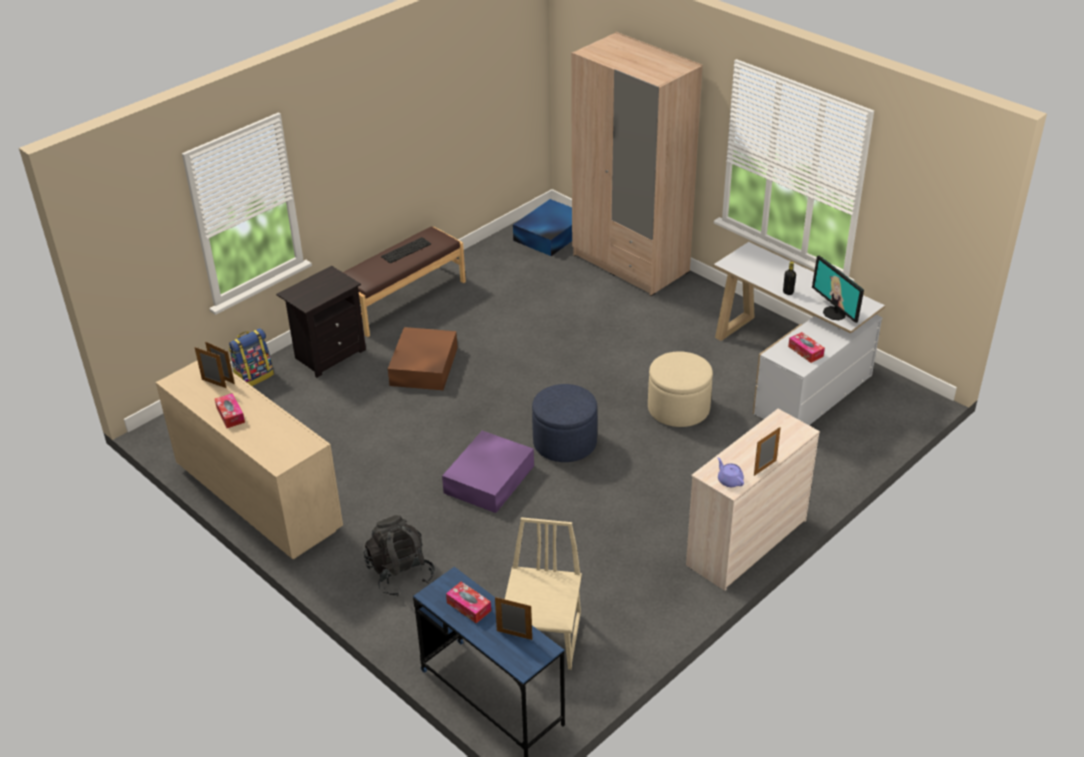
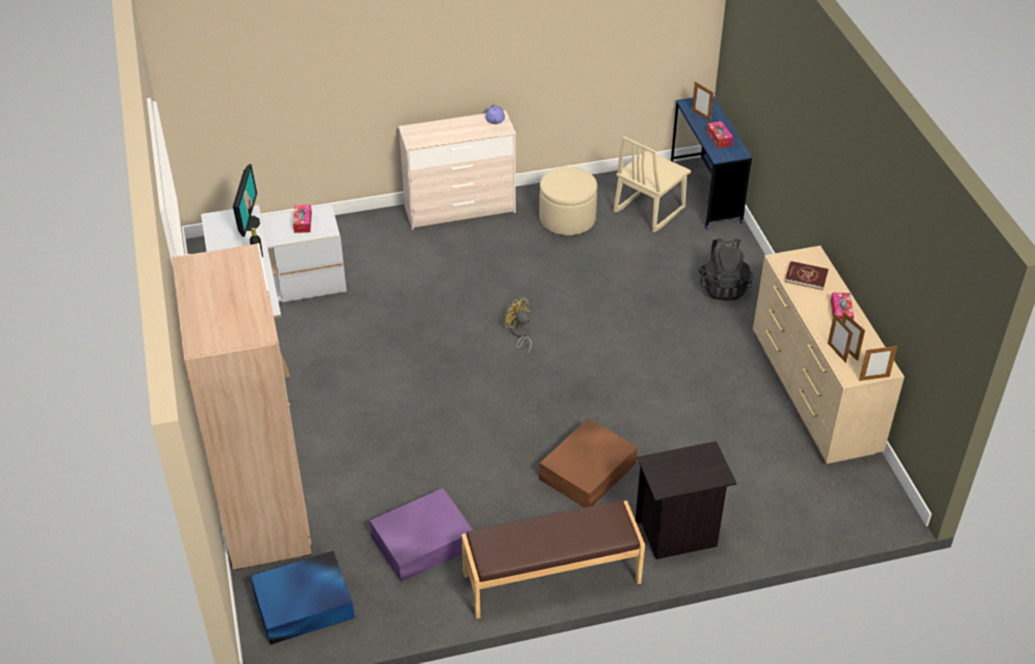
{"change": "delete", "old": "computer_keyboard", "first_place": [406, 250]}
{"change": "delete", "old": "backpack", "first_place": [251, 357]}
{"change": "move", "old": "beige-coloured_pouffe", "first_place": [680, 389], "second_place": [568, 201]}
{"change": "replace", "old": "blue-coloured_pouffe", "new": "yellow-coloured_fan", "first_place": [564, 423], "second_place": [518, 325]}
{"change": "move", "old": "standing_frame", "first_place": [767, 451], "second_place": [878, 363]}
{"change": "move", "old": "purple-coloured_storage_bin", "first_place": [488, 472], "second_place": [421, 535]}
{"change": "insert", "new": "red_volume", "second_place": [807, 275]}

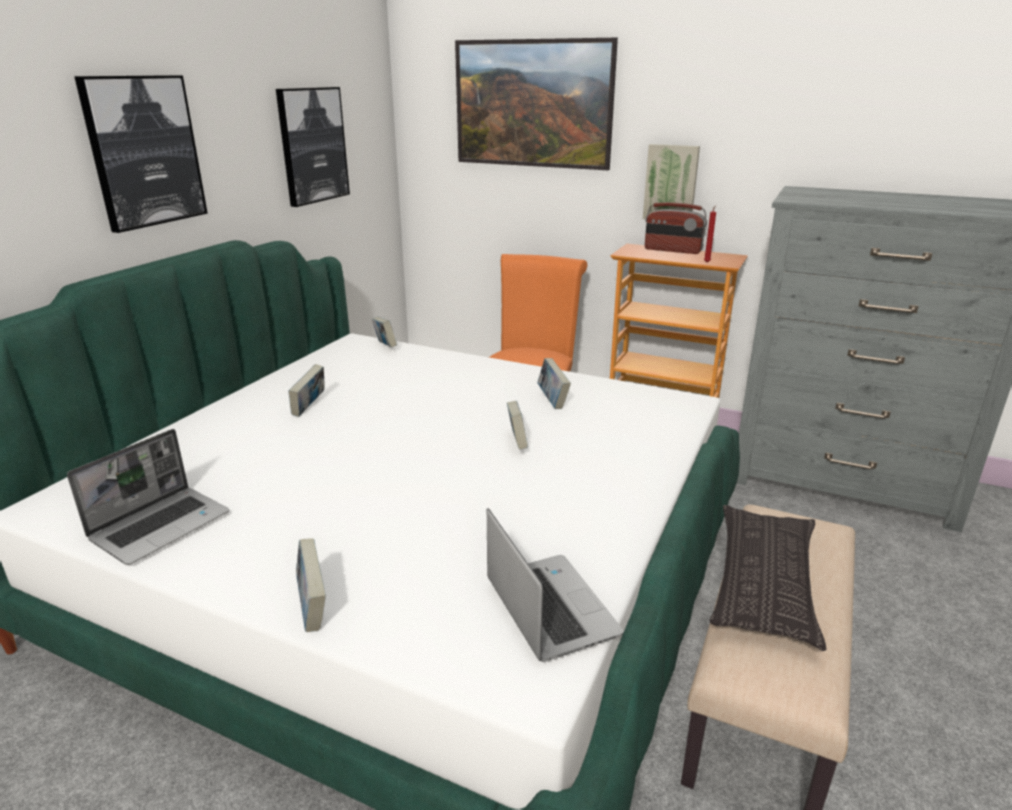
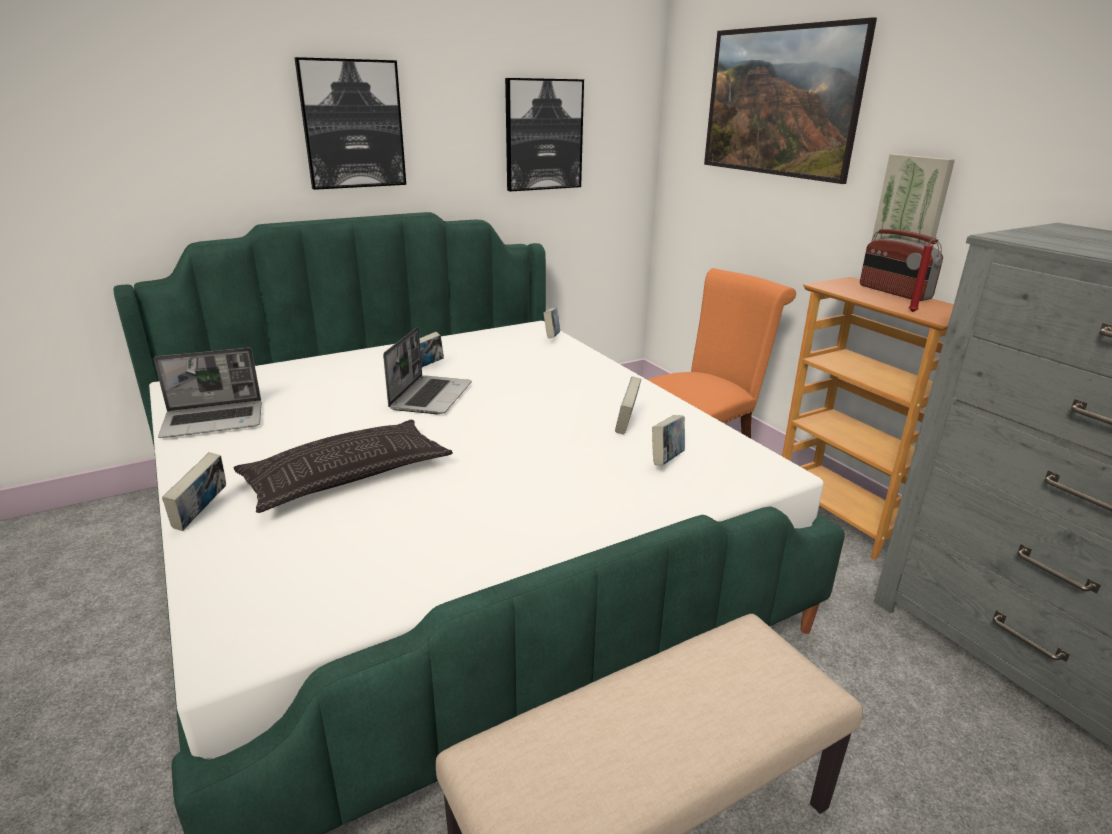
{"change": "move", "old": "volume", "first_place": [517, 425], "second_place": [668, 440]}
{"change": "move", "old": "pillow", "first_place": [768, 578], "second_place": [343, 466]}
{"change": "move", "old": "portable_computer", "first_place": [555, 585], "second_place": [427, 370]}

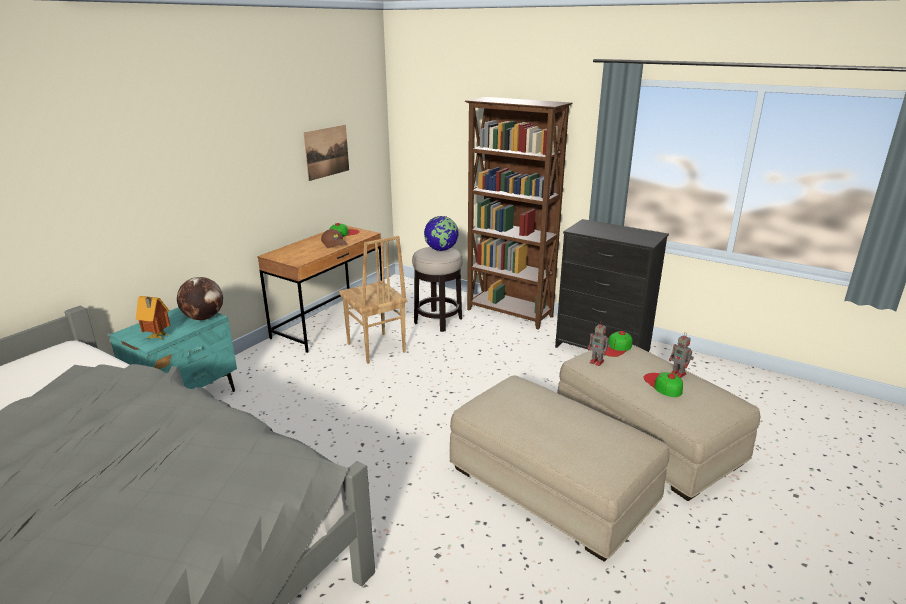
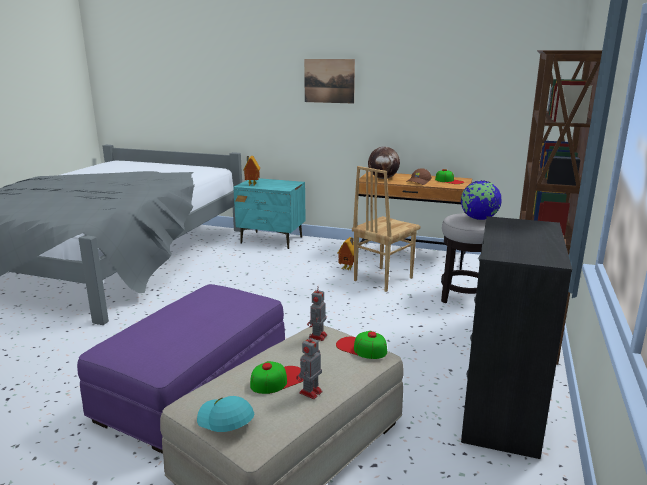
{"change": "move", "old": "wall_art", "first_place": [326, 153], "second_place": [329, 81]}
{"change": "move", "old": "desk_globe", "first_place": [200, 298], "second_place": [384, 163]}
{"change": "recolor", "old": "beige-coloured_pouffe", "new": "purple-coloured_pouffe", "first_place": [559, 468], "second_place": [181, 369]}
{"change": "insert", "new": "model_house", "second_place": [345, 253]}
{"change": "insert", "new": "turquoise_peaked_cap", "second_place": [225, 414]}

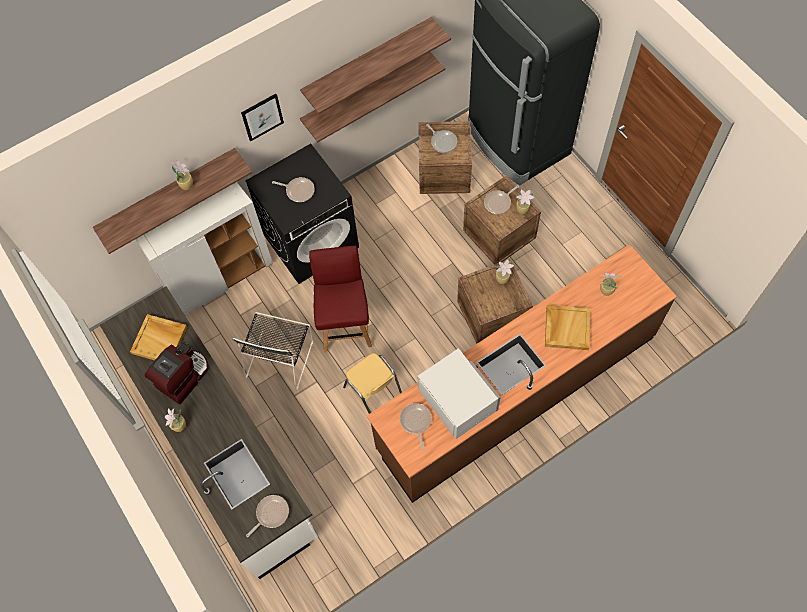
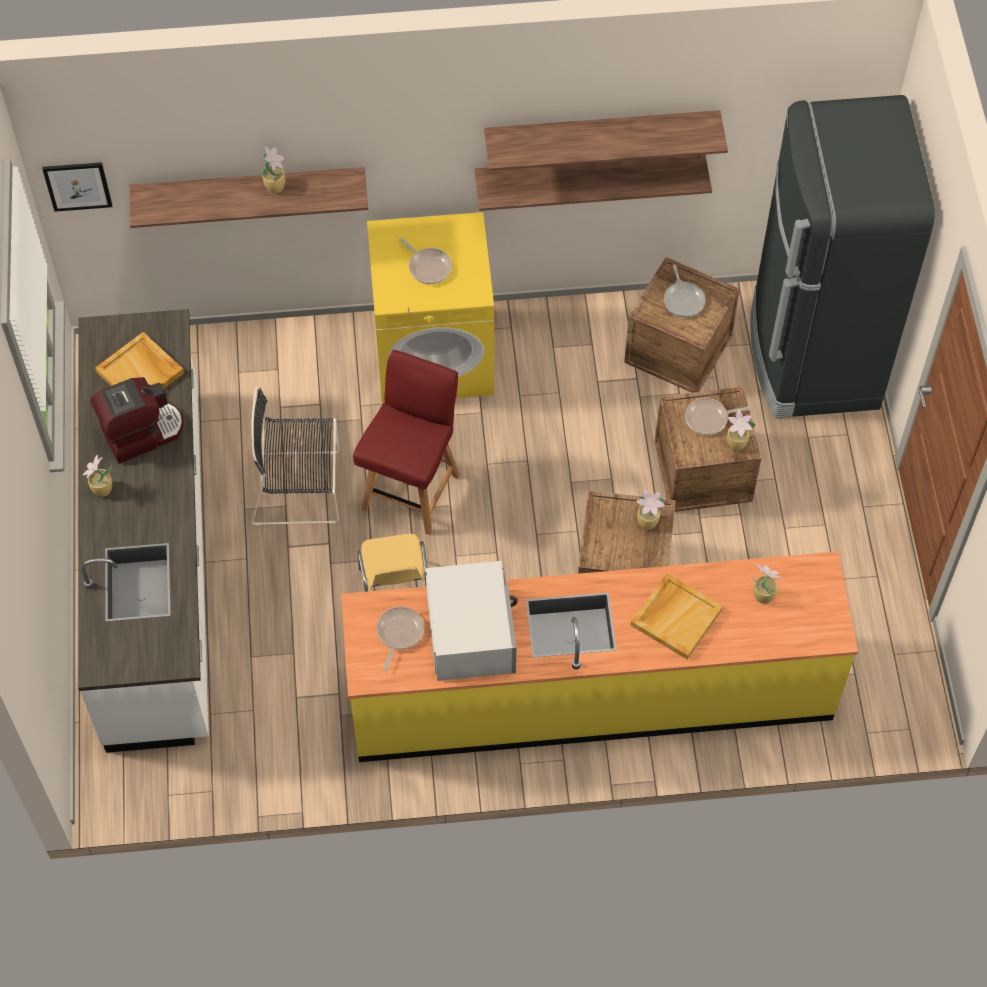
{"change": "move", "old": "wall_art", "first_place": [262, 117], "second_place": [77, 187]}
{"change": "recolor", "old": "black-coloured_laundry_machine", "new": "yellow-coloured_laundry_machine", "first_place": [302, 214], "second_place": [430, 308]}
{"change": "delete", "old": "white_cupboard", "first_place": [204, 248]}
{"change": "recolor", "old": "brown-coloured_kitchen_counter", "new": "yellow-coloured_kitchen_counter", "first_place": [522, 373], "second_place": [599, 657]}
{"change": "rotate", "old": "black-coloured_upright_chair", "first_place": [273, 351], "second_place": [295, 456], "degrees": 45}
{"change": "delete", "old": "skillet", "first_place": [267, 516]}

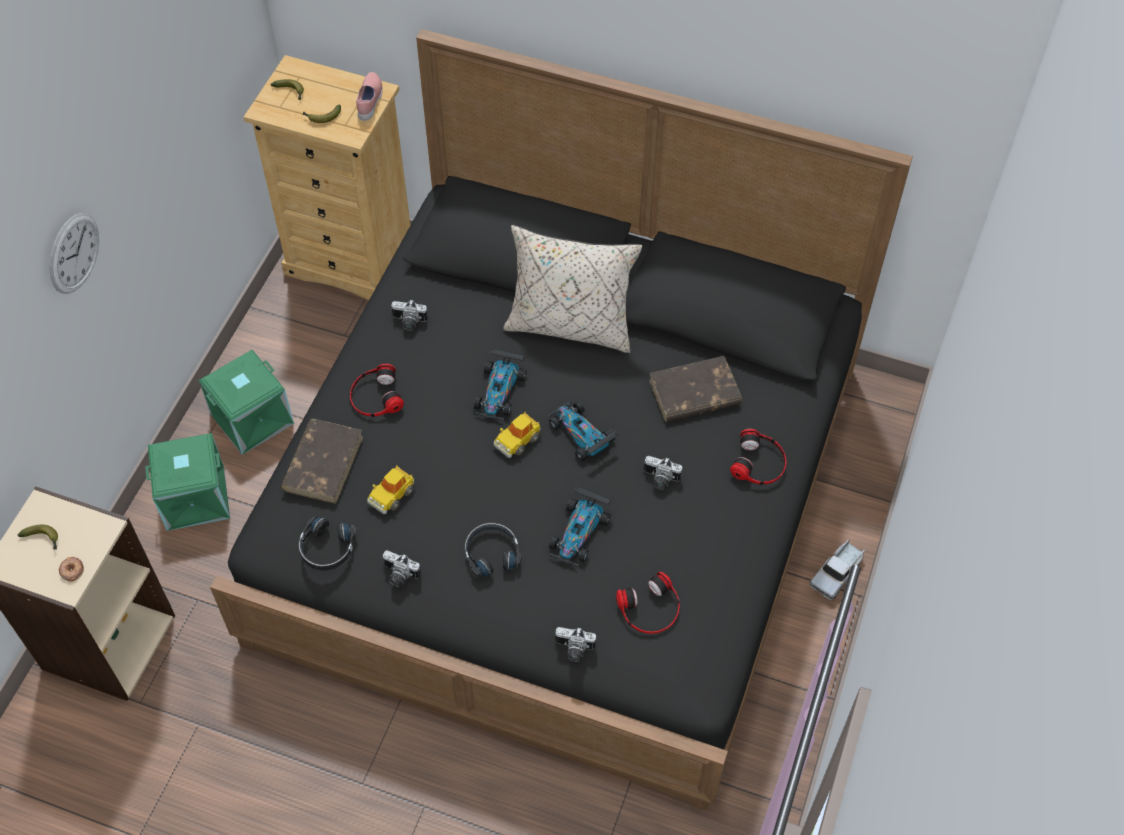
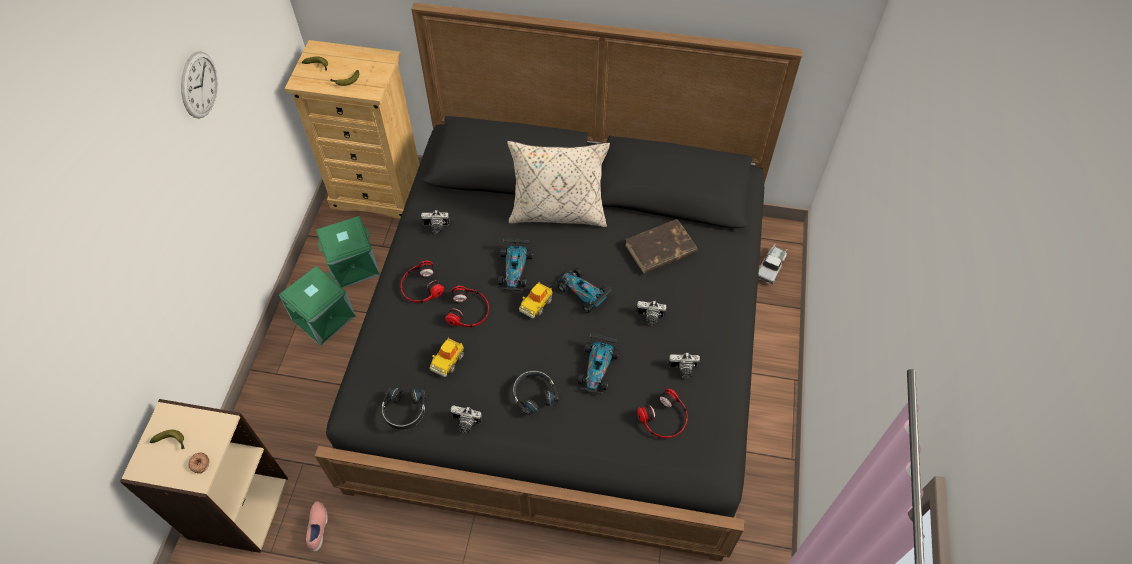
{"change": "move", "old": "pink_low_shoe", "first_place": [369, 96], "second_place": [317, 526]}
{"change": "move", "old": "hanging_clock", "first_place": [74, 253], "second_place": [199, 85]}
{"change": "delete", "old": "brown-coloured_volume", "first_place": [322, 461]}
{"change": "move", "old": "headset", "first_place": [758, 457], "second_place": [467, 306]}
{"change": "move", "old": "green_storage_bin", "first_place": [187, 482], "second_place": [348, 252]}
{"change": "move", "old": "toy_lorry", "first_place": [837, 569], "second_place": [772, 264]}
{"change": "move", "old": "photo_camera", "first_place": [575, 644], "second_place": [684, 365]}

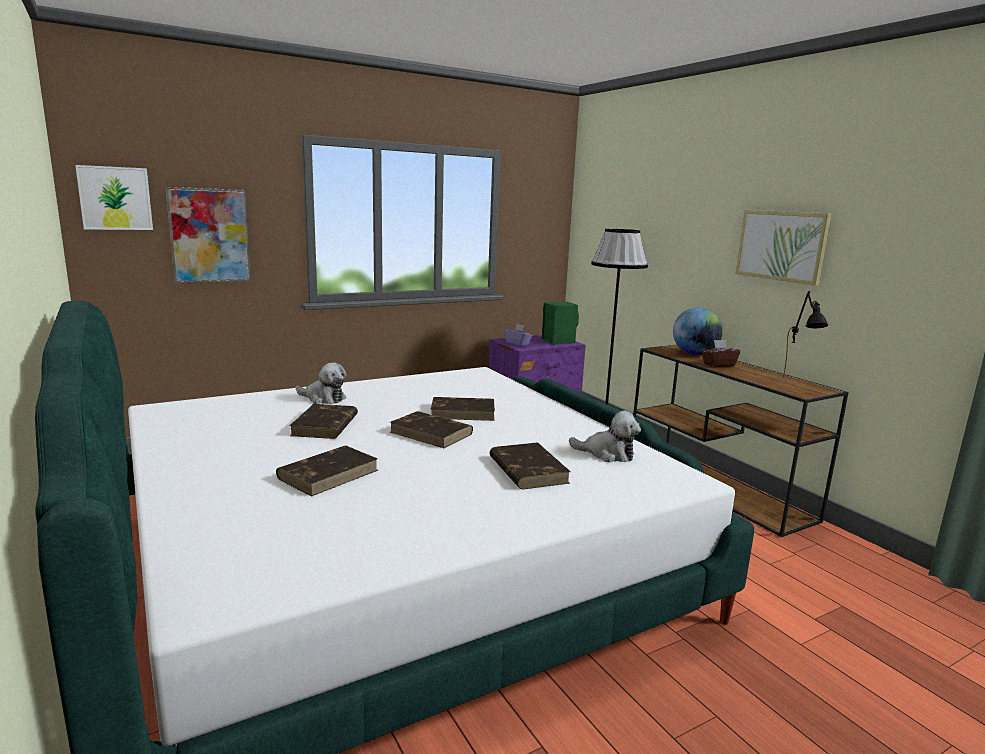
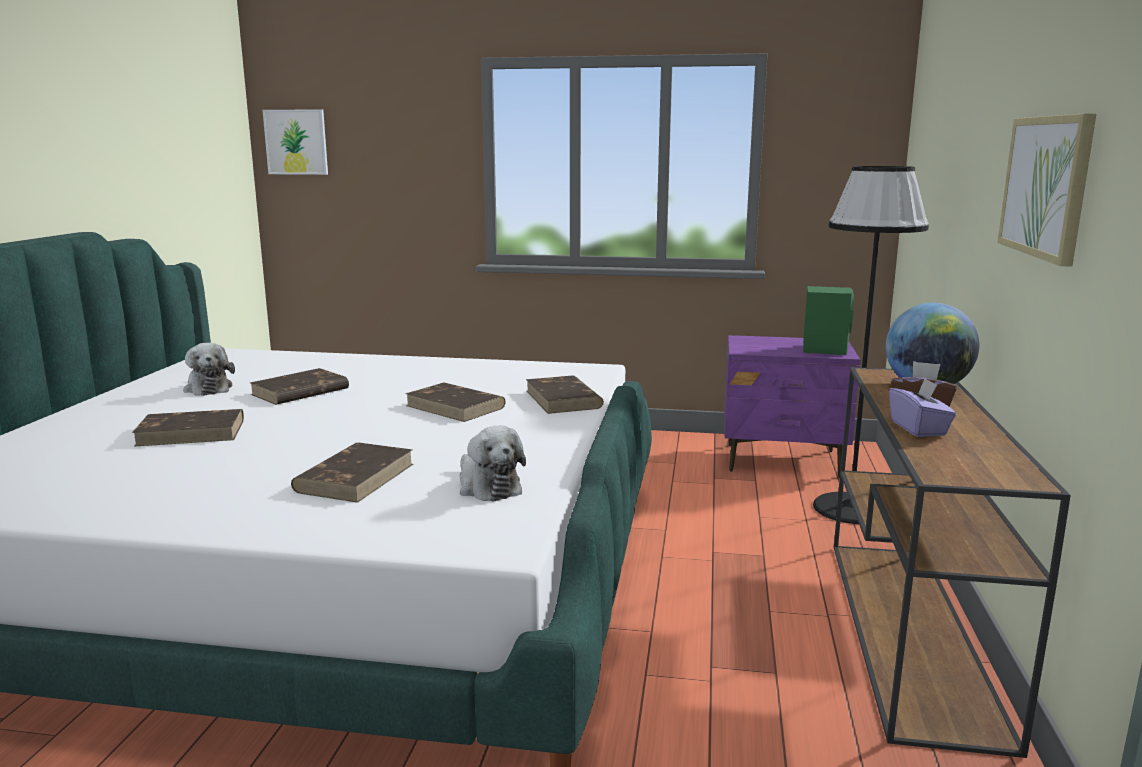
{"change": "delete", "old": "wall_art", "first_place": [208, 235]}
{"change": "delete", "old": "black-coloured_table_lamp", "first_place": [805, 334]}
{"change": "move", "old": "purple-coloured_box_of_tissues", "first_place": [518, 335], "second_place": [922, 407]}
{"change": "move", "old": "soft_toy", "first_place": [321, 383], "second_place": [209, 369]}
{"change": "move", "old": "brown-coloured_volume", "first_place": [431, 429], "second_place": [565, 395]}

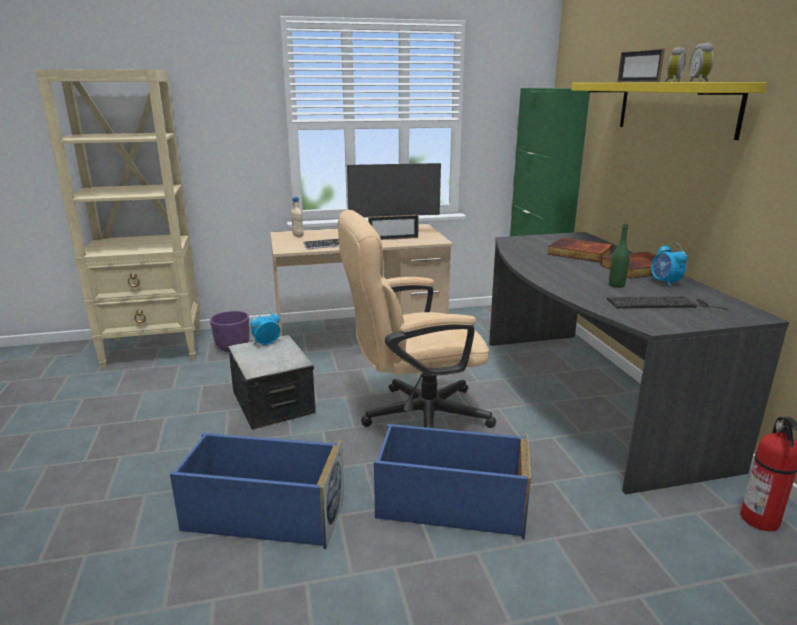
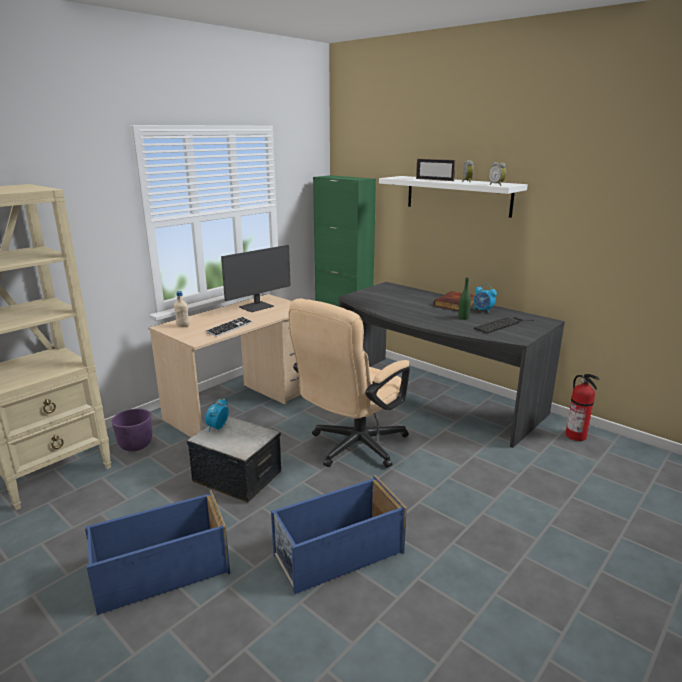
{"change": "recolor", "old": "yellow-coloured_shelf", "new": "white_shelf", "first_place": [669, 111], "second_place": [453, 197]}
{"change": "delete", "old": "standing_frame", "first_place": [393, 227]}
{"change": "delete", "old": "volume", "first_place": [580, 250]}
{"change": "move", "old": "blue-coloured_storage_bin", "first_place": [452, 481], "second_place": [157, 552]}

